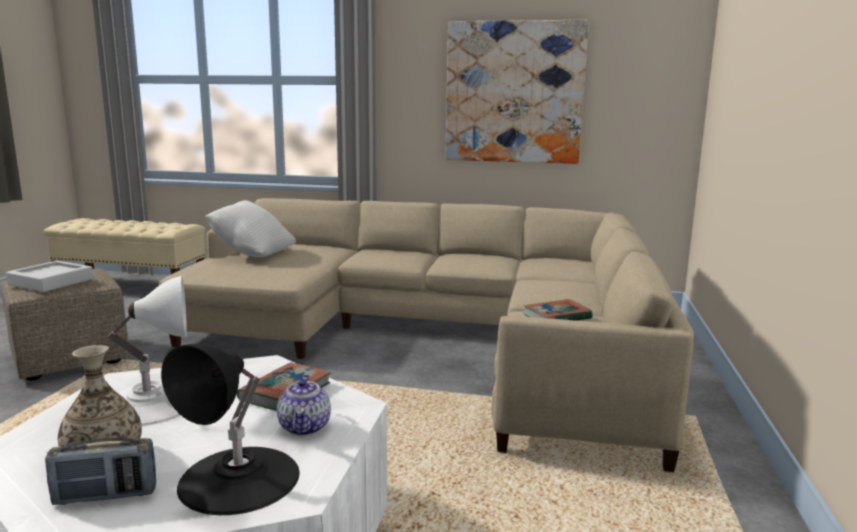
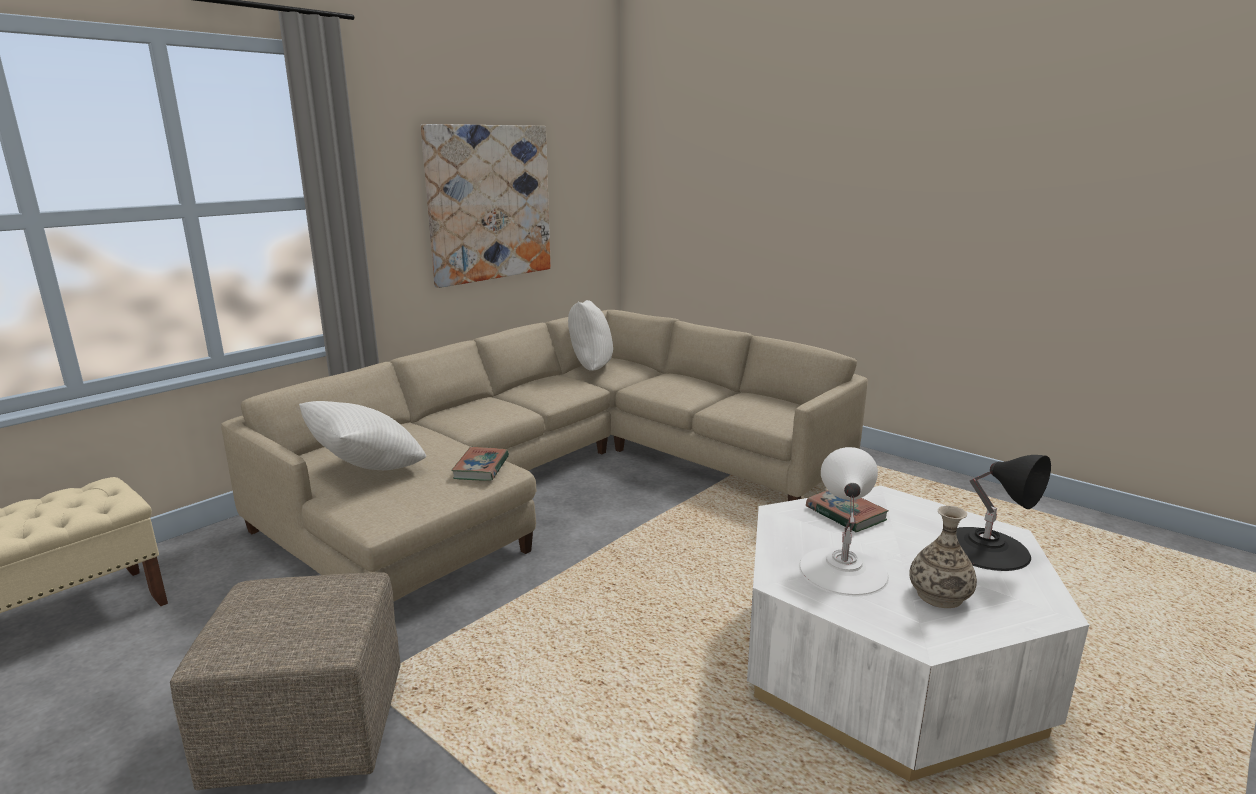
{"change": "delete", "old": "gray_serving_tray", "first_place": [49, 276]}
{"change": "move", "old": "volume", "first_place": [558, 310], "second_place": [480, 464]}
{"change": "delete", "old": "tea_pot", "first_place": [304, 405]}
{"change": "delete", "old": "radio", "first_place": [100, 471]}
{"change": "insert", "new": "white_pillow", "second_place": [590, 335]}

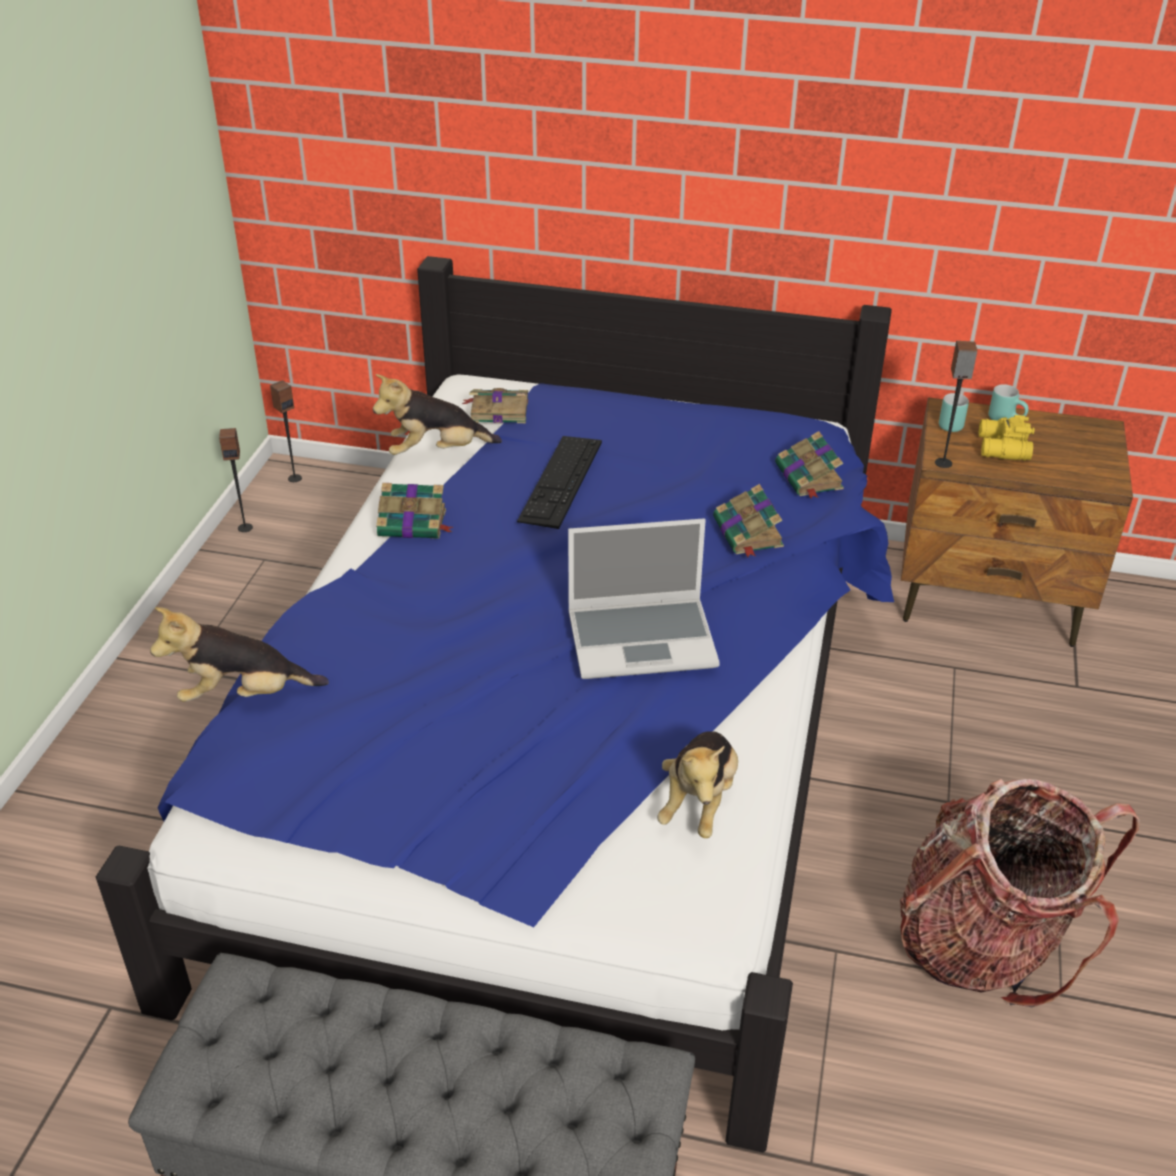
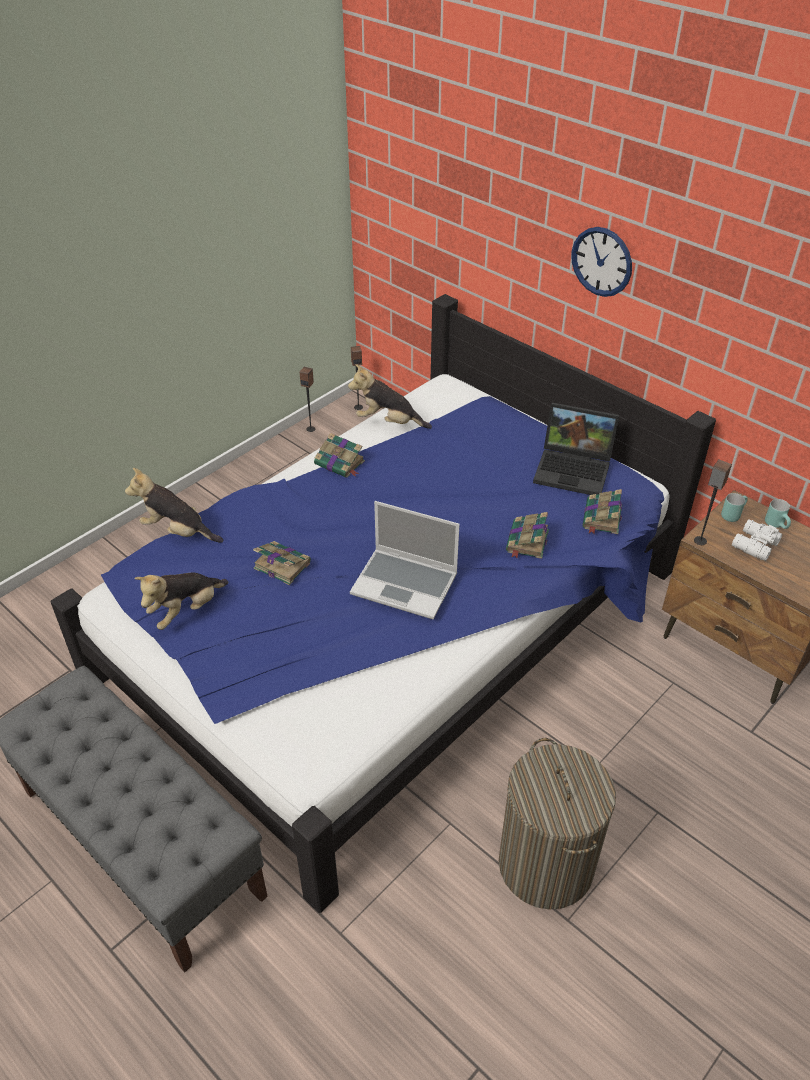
{"change": "move", "old": "volume", "first_place": [495, 405], "second_place": [282, 563]}
{"change": "recolor", "old": "yellow-coloured_binoculars", "new": "white_binoculars", "first_place": [1007, 437], "second_place": [757, 540]}
{"change": "delete", "old": "computer_keyboard", "first_place": [559, 482]}
{"change": "move", "old": "soft_toy", "first_place": [697, 784], "second_place": [181, 601]}
{"change": "replace", "old": "backpack", "new": "washing_basket", "first_place": [1020, 893], "second_place": [557, 823]}
{"change": "insert", "new": "hanging_clock", "second_place": [602, 262]}
{"change": "insert", "new": "portable_computer", "second_place": [576, 449]}

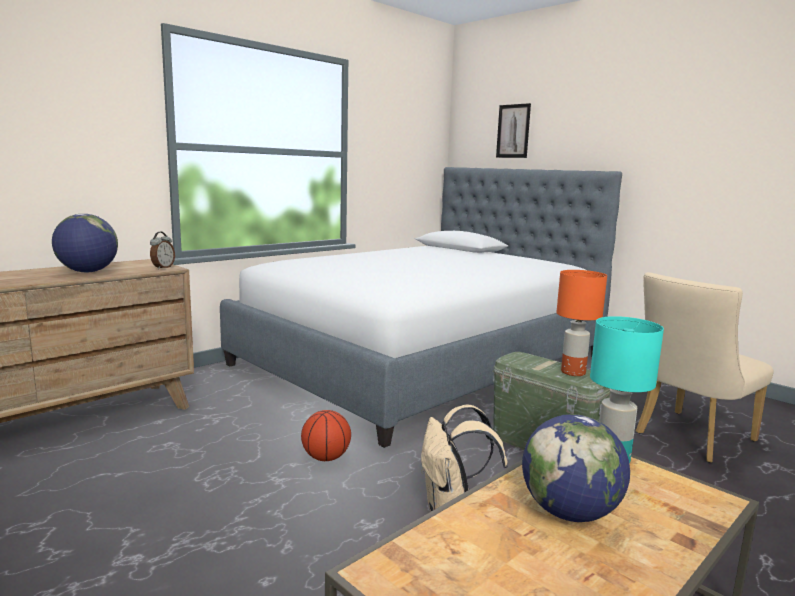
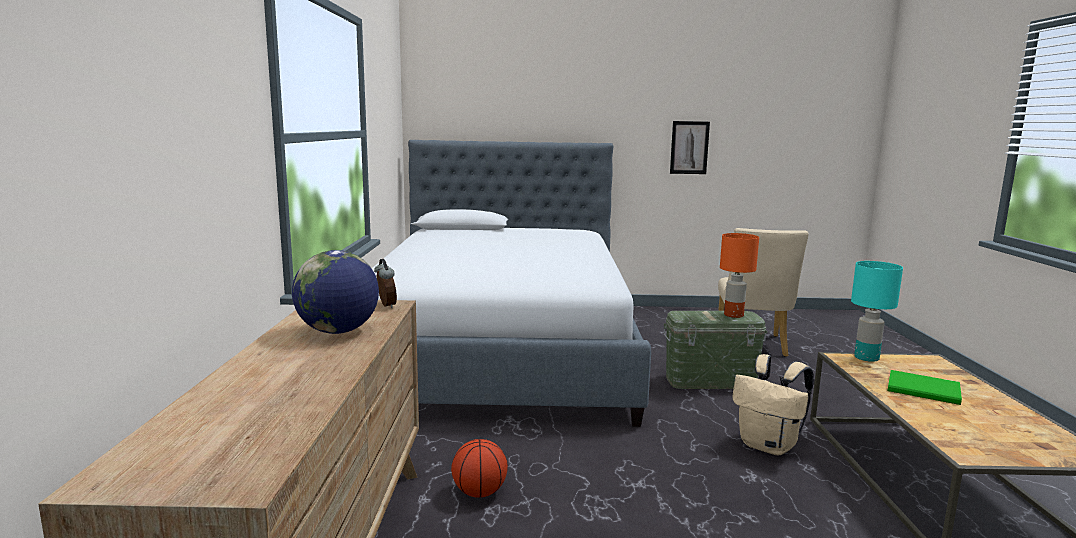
{"change": "move", "old": "wall_art", "first_place": [513, 130], "second_place": [690, 147]}
{"change": "move", "old": "basketball", "first_place": [326, 435], "second_place": [479, 468]}
{"change": "replace", "old": "desk_globe", "new": "green_volume", "first_place": [576, 468], "second_place": [925, 387]}

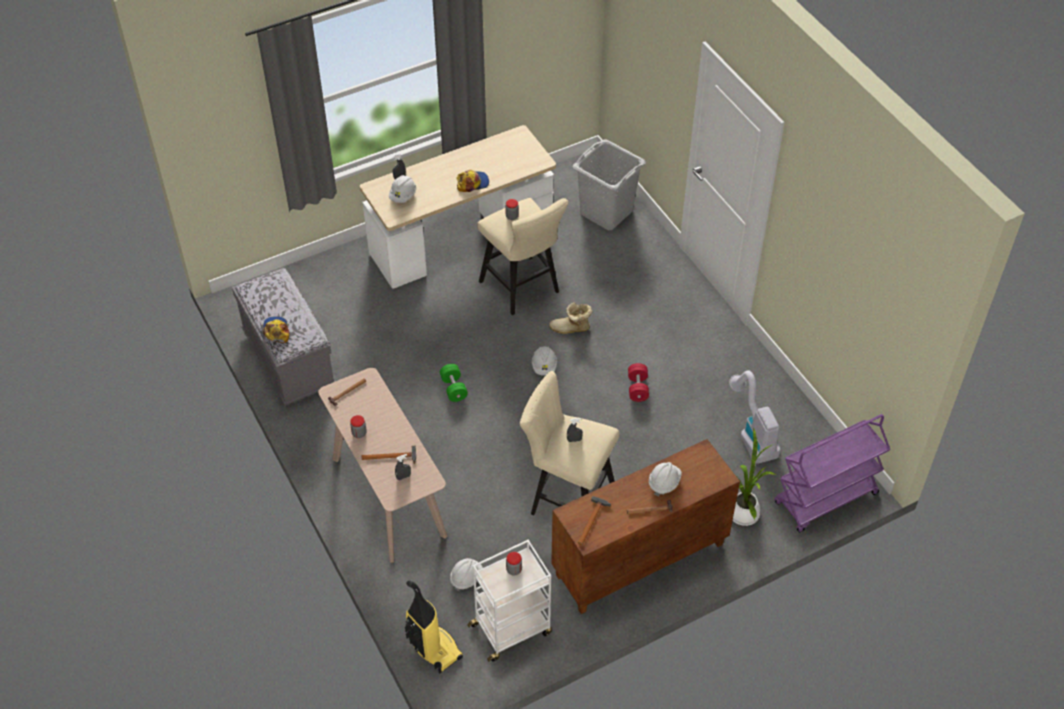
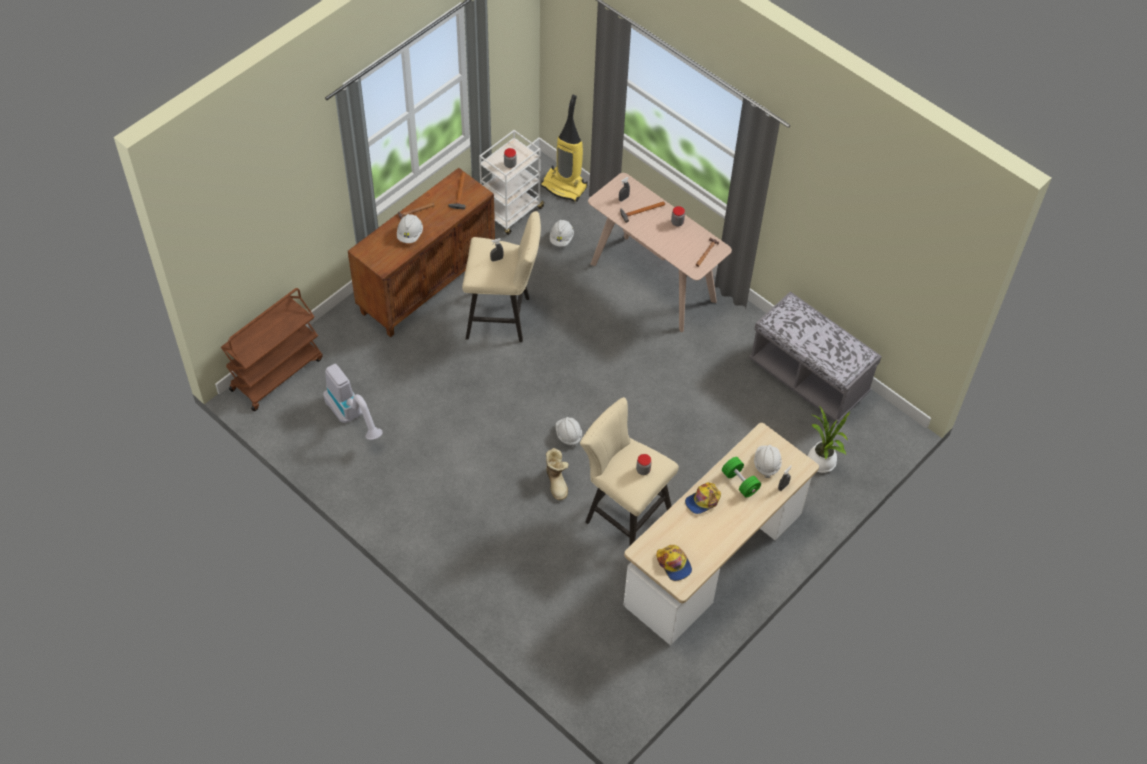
{"change": "delete", "old": "gray_washing_basket", "first_place": [609, 184]}
{"change": "rotate", "old": "boot", "first_place": [571, 318], "second_place": [557, 474], "degrees": 90}
{"change": "move", "old": "peaked_cap", "first_place": [276, 329], "second_place": [674, 563]}
{"change": "delete", "old": "red_free_weight", "first_place": [638, 382]}
{"change": "move", "old": "green_free_weight", "first_place": [454, 383], "second_place": [741, 477]}
{"change": "recolor", "old": "purple-coloured_trolley", "new": "brown-coloured_trolley", "first_place": [832, 473], "second_place": [272, 349]}
{"change": "move", "old": "plant_in_a_pot", "first_place": [755, 476], "second_place": [829, 439]}

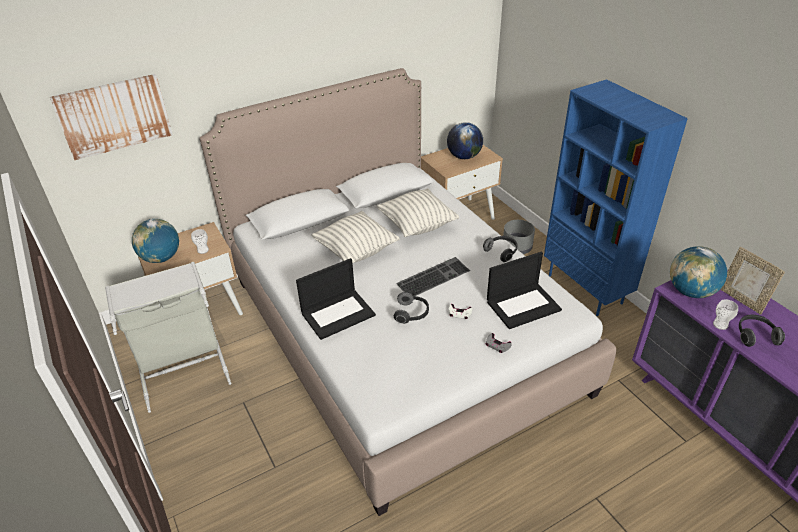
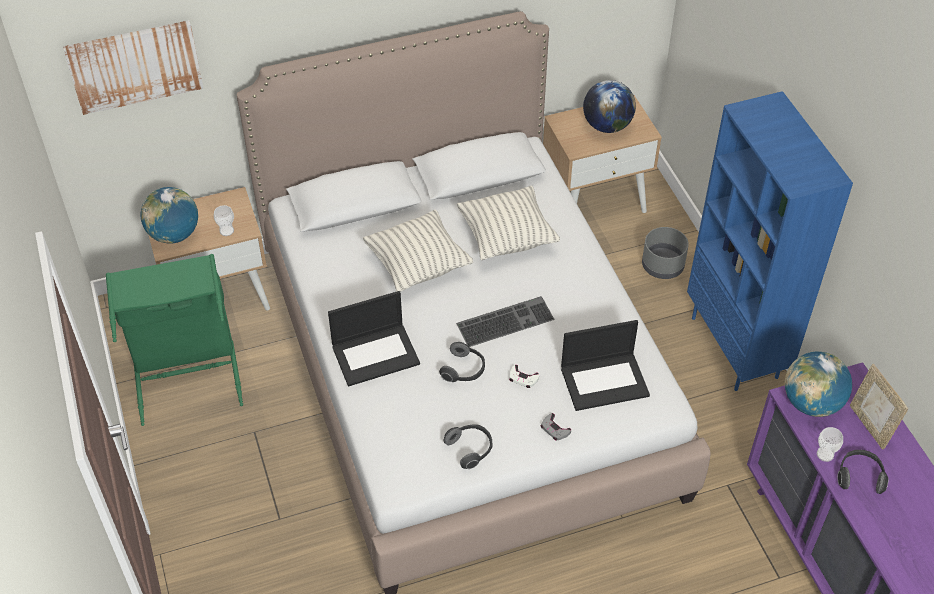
{"change": "move", "old": "headset", "first_place": [500, 249], "second_place": [467, 446]}
{"change": "recolor", "old": "gray_washing_basket", "new": "green_washing_basket", "first_place": [168, 337], "second_place": [174, 340]}

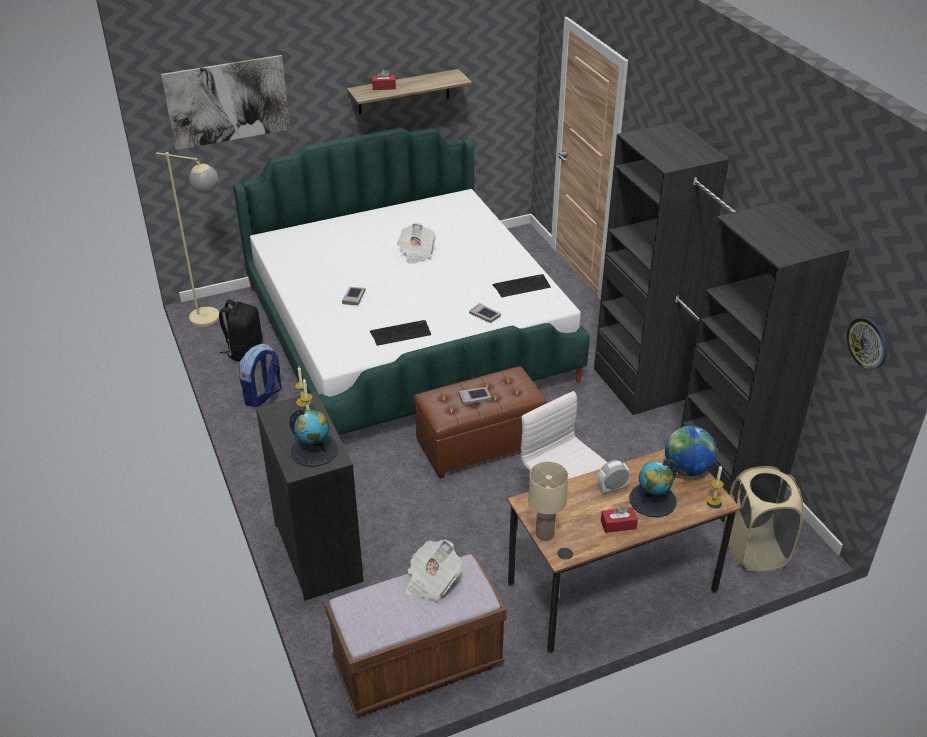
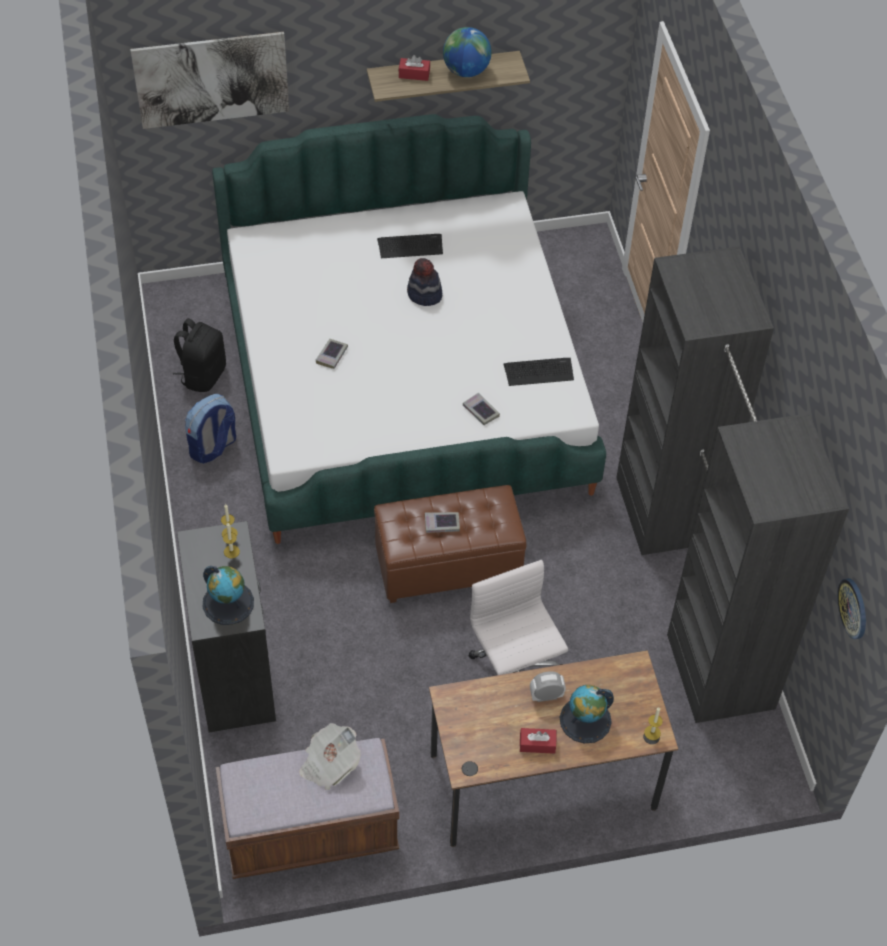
{"change": "delete", "old": "beige-coloured_floor_lamp", "first_place": [187, 239]}
{"change": "replace", "old": "newspaper", "new": "hat", "first_place": [416, 243], "second_place": [424, 282]}
{"change": "move", "old": "computer_keyboard", "first_place": [400, 333], "second_place": [410, 246]}
{"change": "move", "old": "desk_globe", "first_place": [691, 451], "second_place": [467, 52]}
{"change": "delete", "old": "beige-coloured_table_lamp", "first_place": [548, 501]}
{"change": "delete", "old": "beige-coloured_washing_basket", "first_place": [763, 519]}

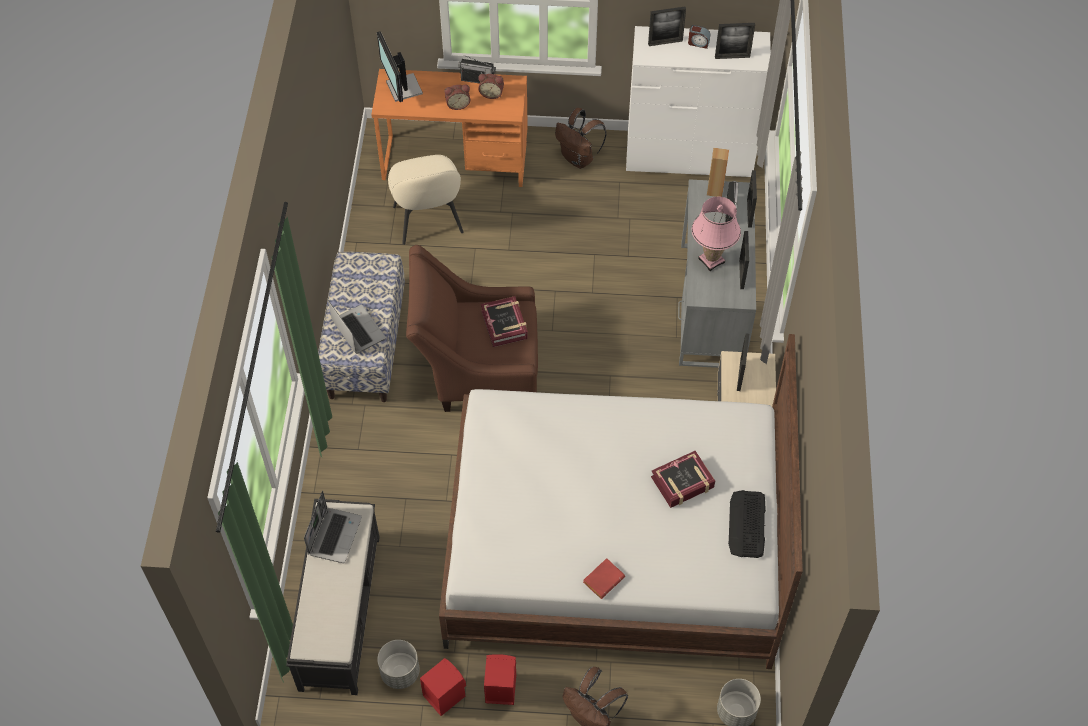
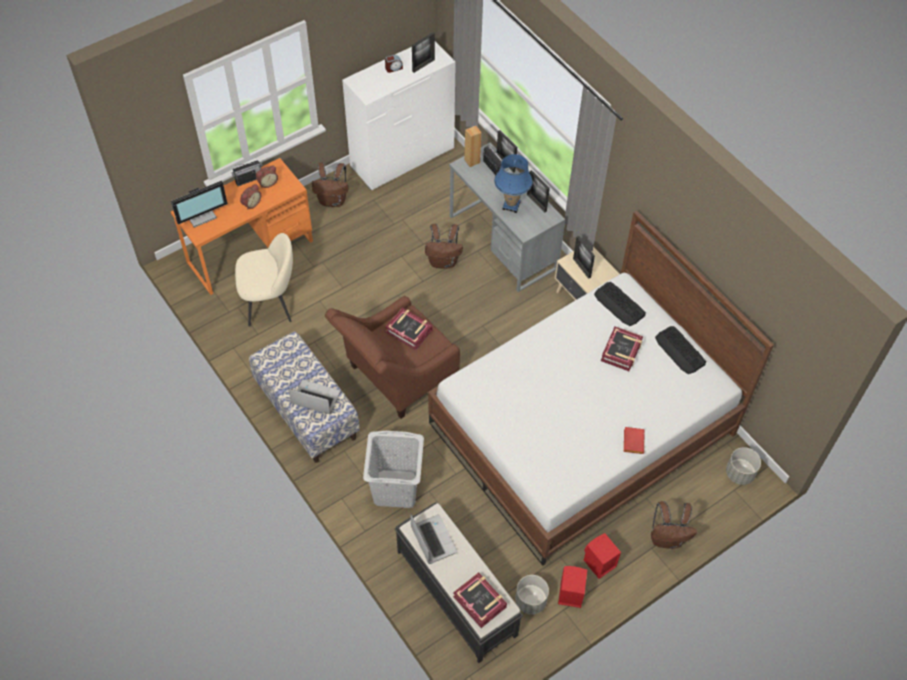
{"change": "delete", "old": "standing_frame", "first_place": [667, 26]}
{"change": "rotate", "old": "computer_display", "first_place": [400, 66], "second_place": [199, 204], "degrees": -60}
{"change": "rotate", "old": "beige-coloured_upright_chair", "first_place": [426, 200], "second_place": [264, 280], "degrees": -45}
{"change": "recolor", "old": "pink_table_lamp", "new": "blue-coloured_table_lamp", "first_place": [716, 234], "second_place": [513, 183]}
{"change": "insert", "new": "brown-coloured_backpack", "second_place": [444, 246]}
{"change": "insert", "new": "computer_keyboard", "second_place": [620, 304]}
{"change": "insert", "new": "gray_washing_basket", "second_place": [393, 469]}
{"change": "insert", "new": "volume", "second_place": [480, 600]}

